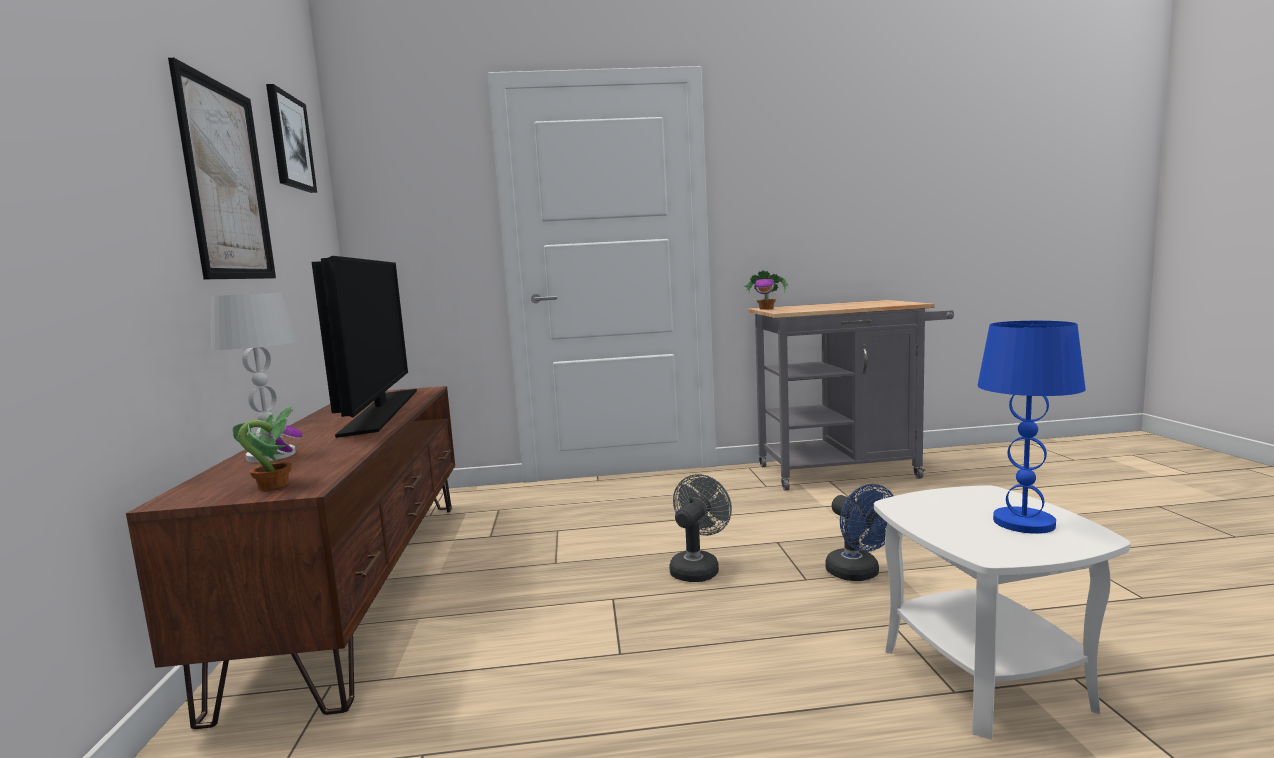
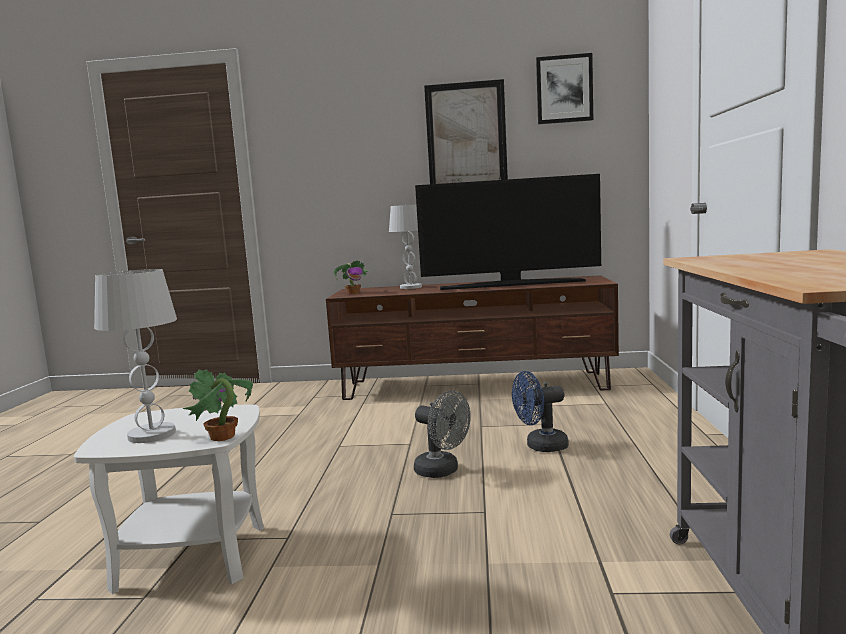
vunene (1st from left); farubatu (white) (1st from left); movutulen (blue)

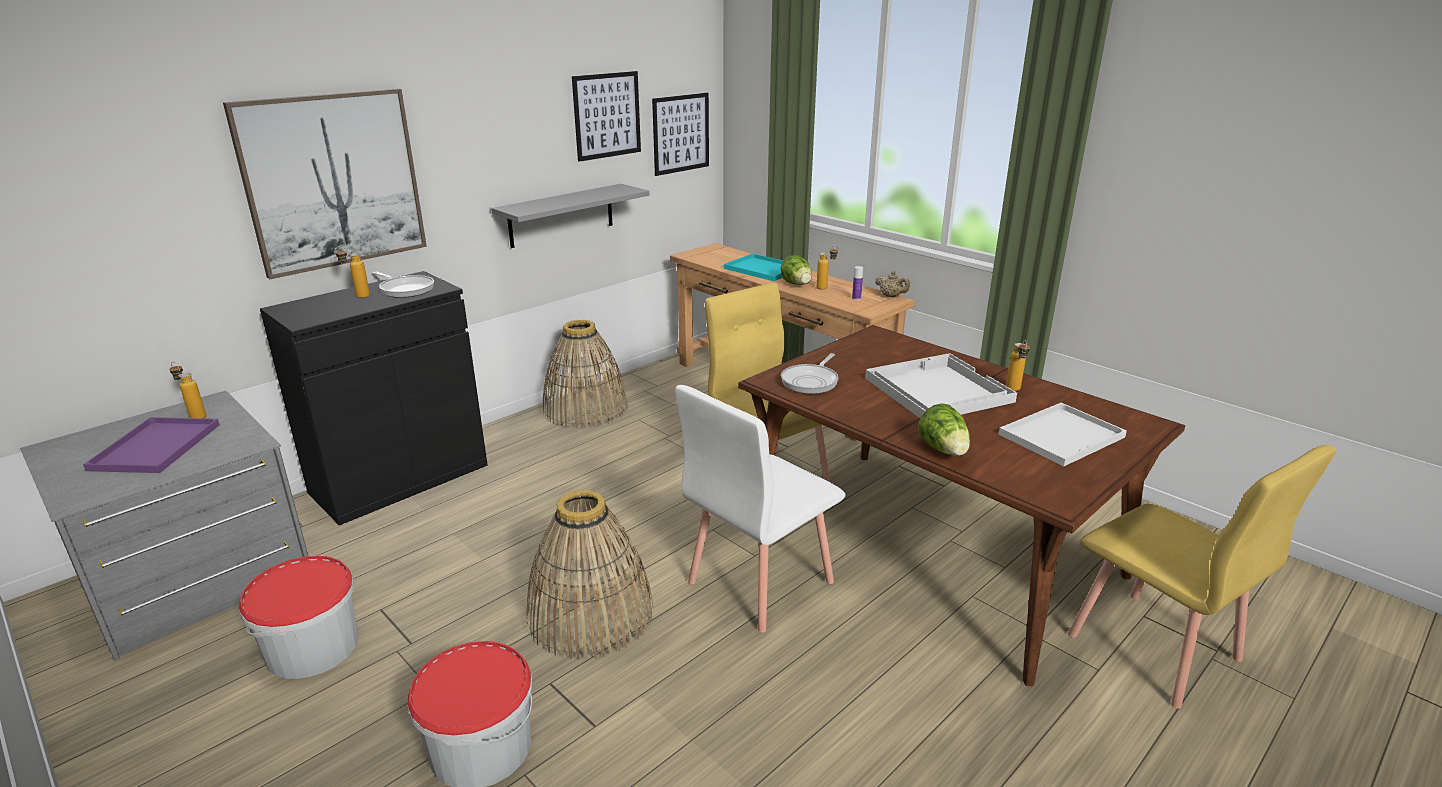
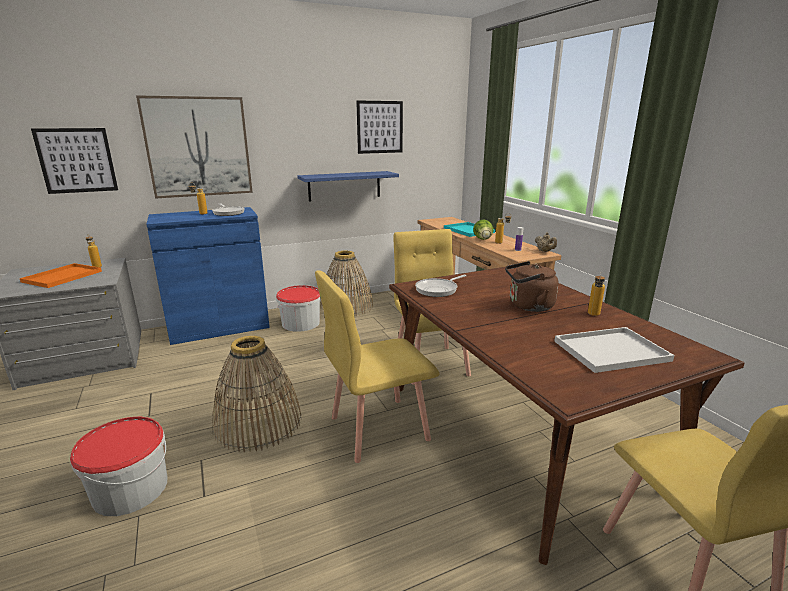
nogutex (1st from left); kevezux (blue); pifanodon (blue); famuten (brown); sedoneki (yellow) (1st from left); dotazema (2nd from left in the first image); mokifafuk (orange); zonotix (2nd from left)

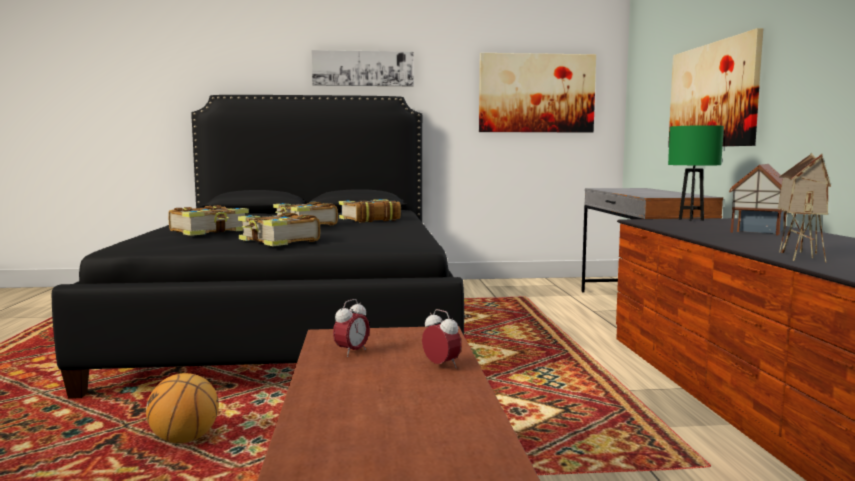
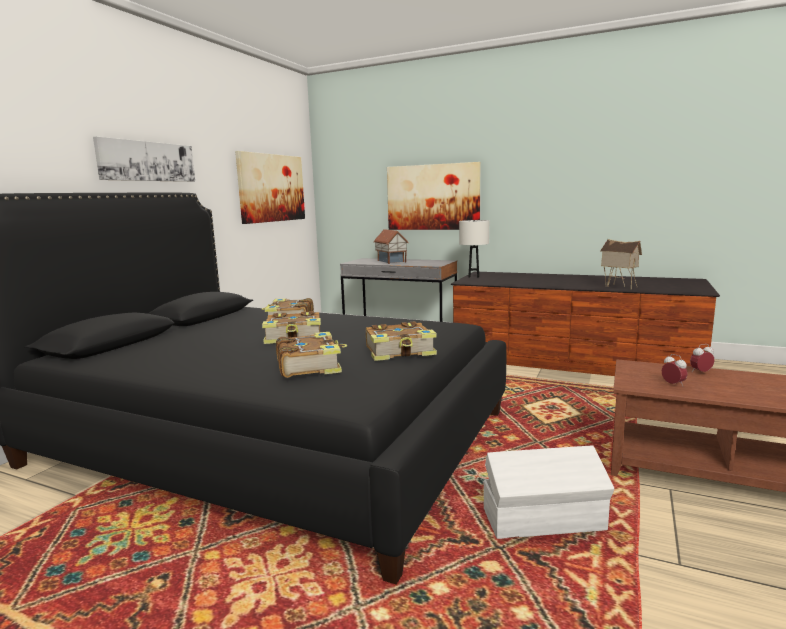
farubatu (white); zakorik (1st from left); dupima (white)

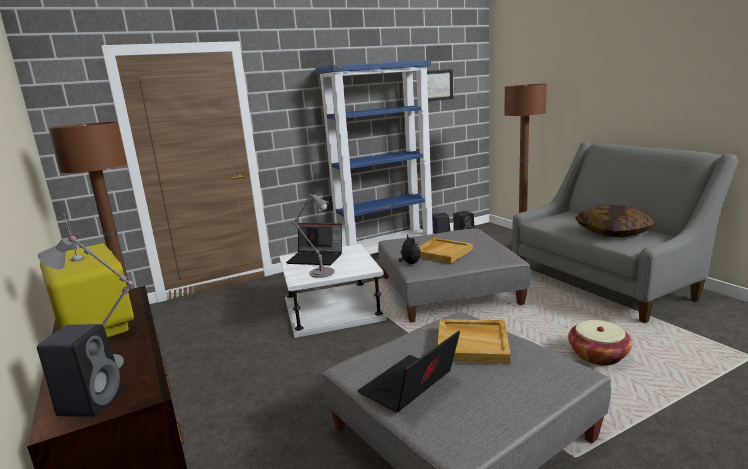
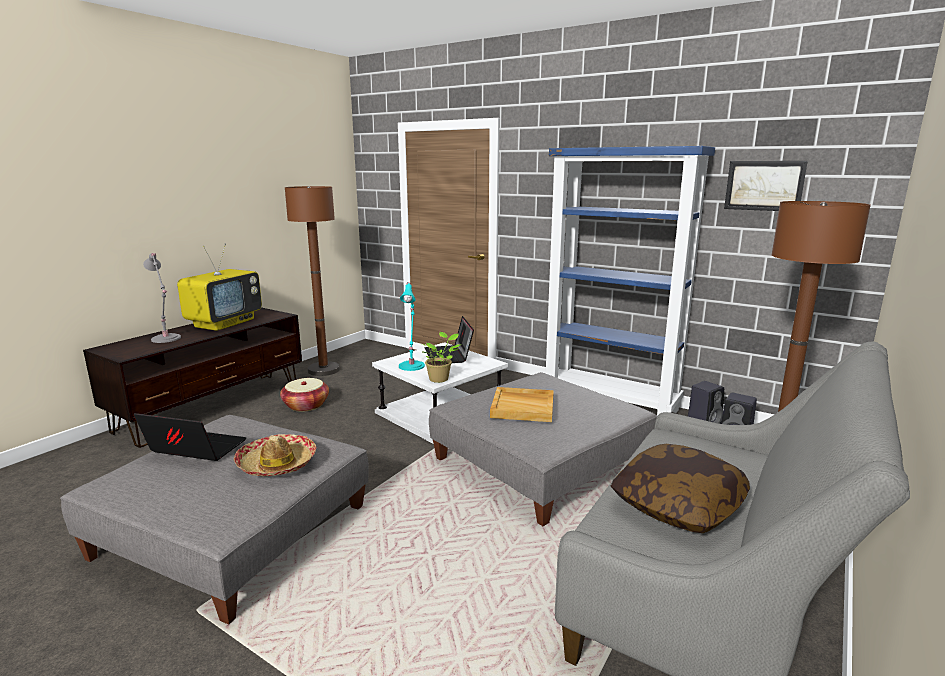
farubatu (turquoise); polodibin; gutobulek; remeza; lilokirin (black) (1st from left in the first image); vunene

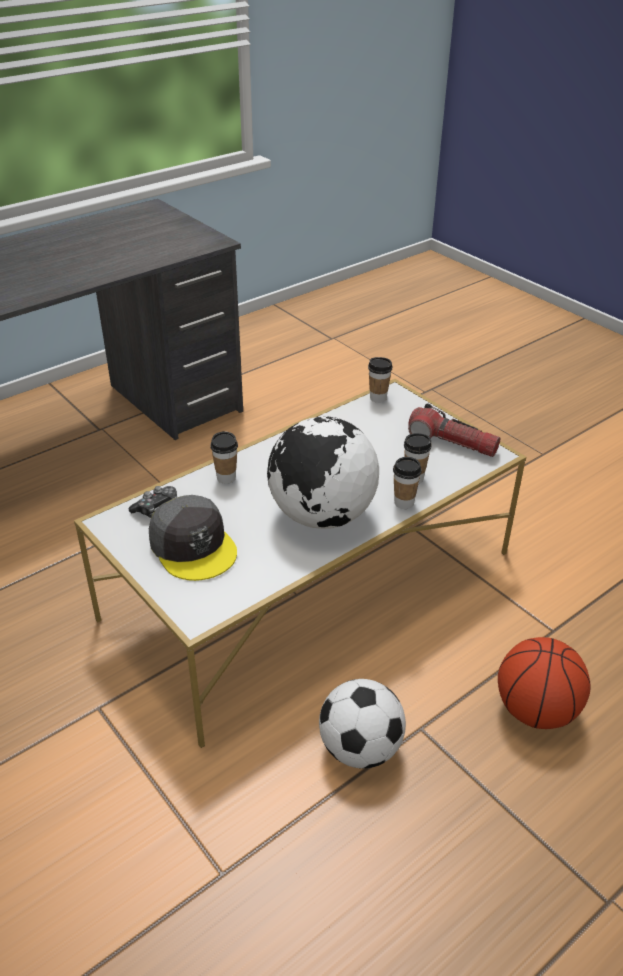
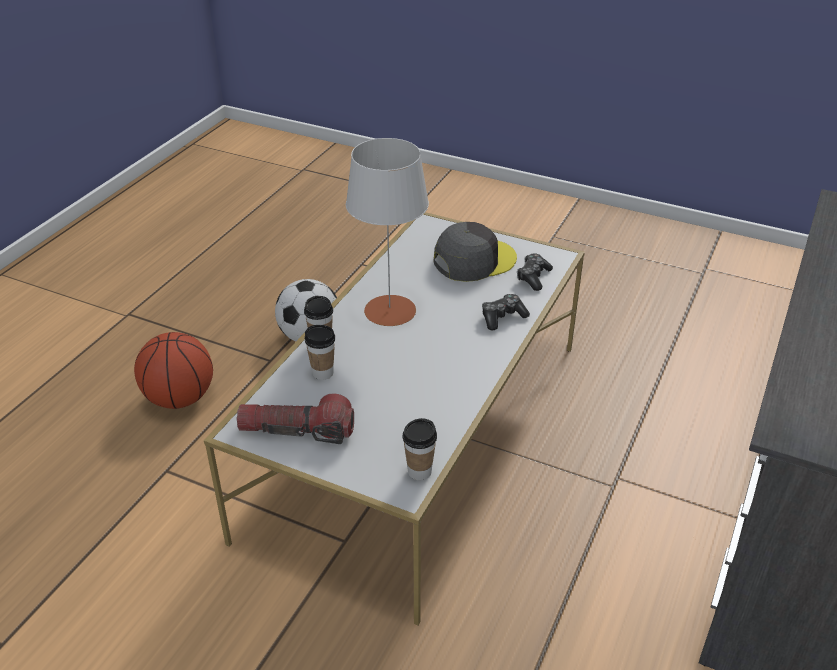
farubatu (grey); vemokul (1st from left); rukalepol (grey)

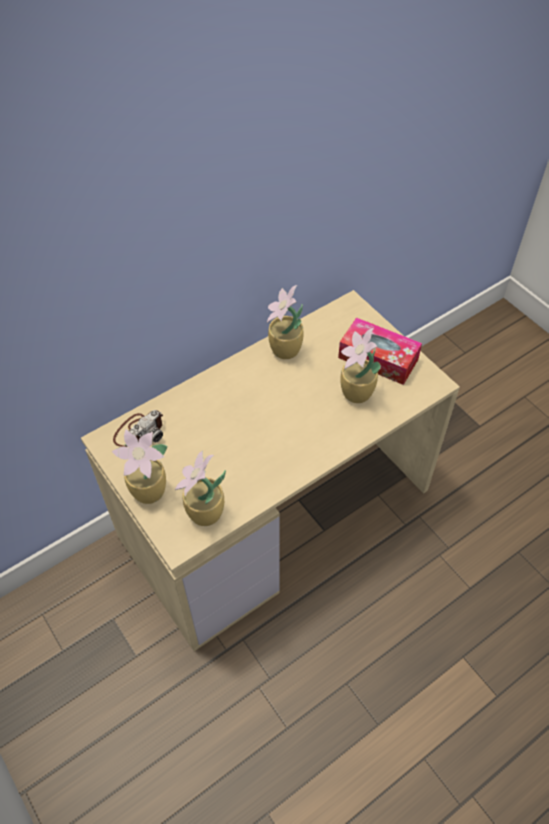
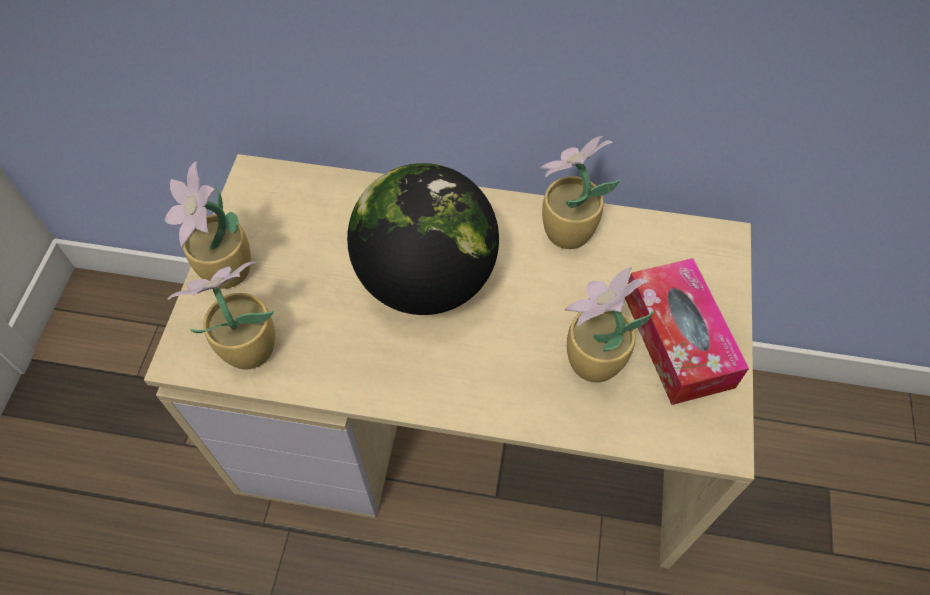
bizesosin; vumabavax

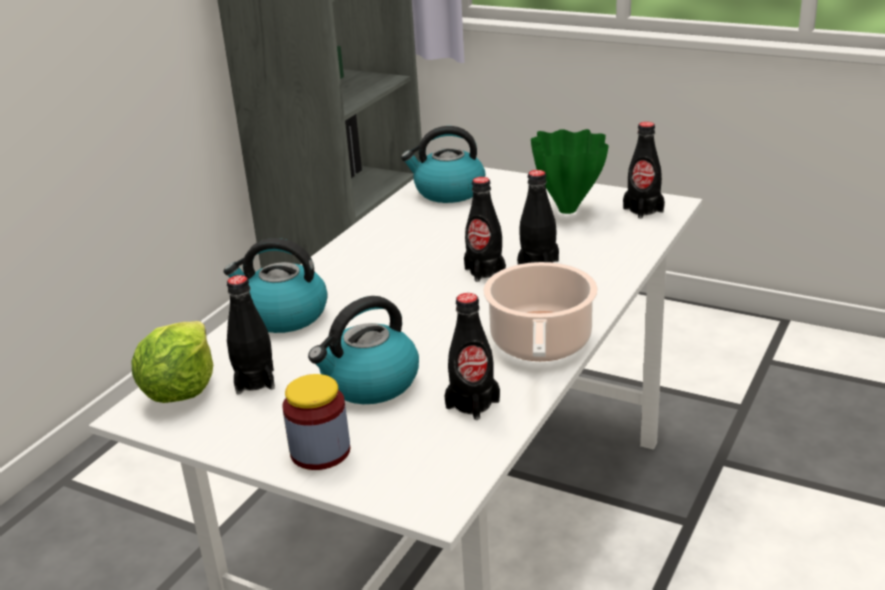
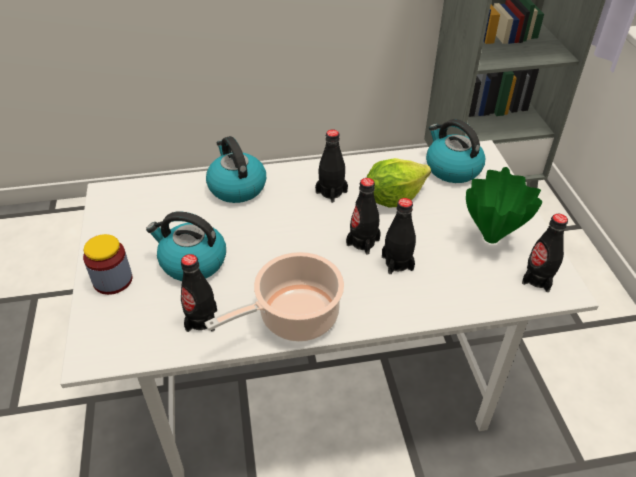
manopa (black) (2nd from left); dotazema

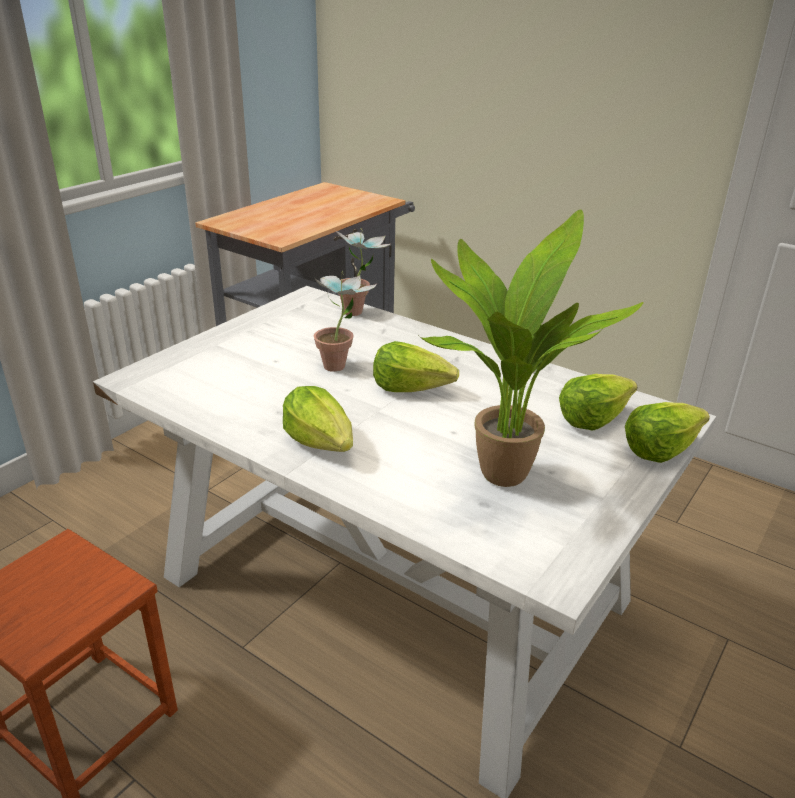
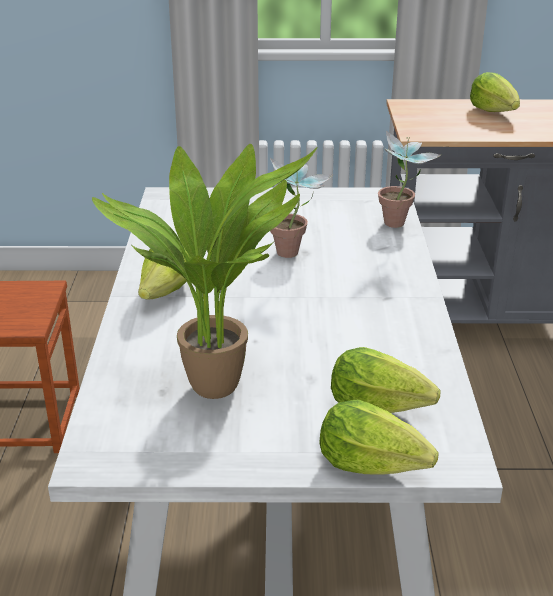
dotazema (4th from left)

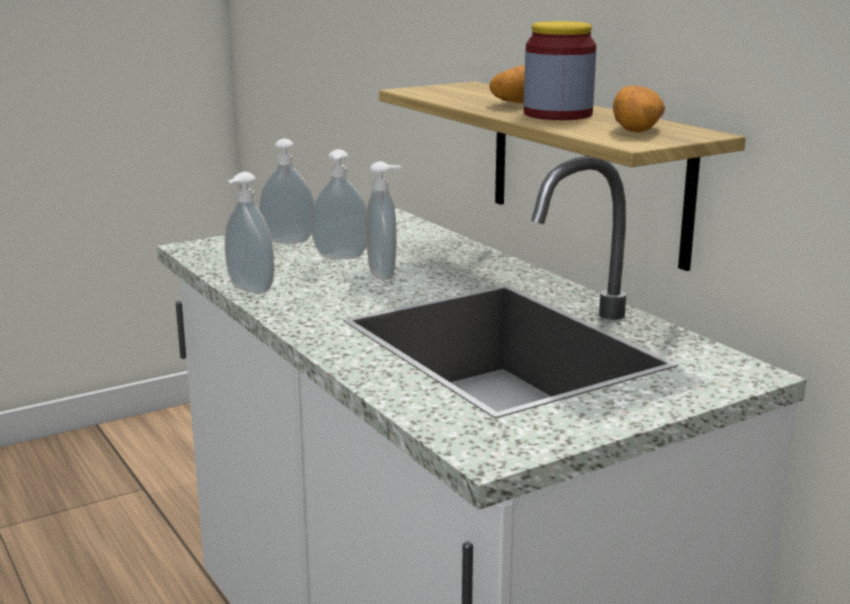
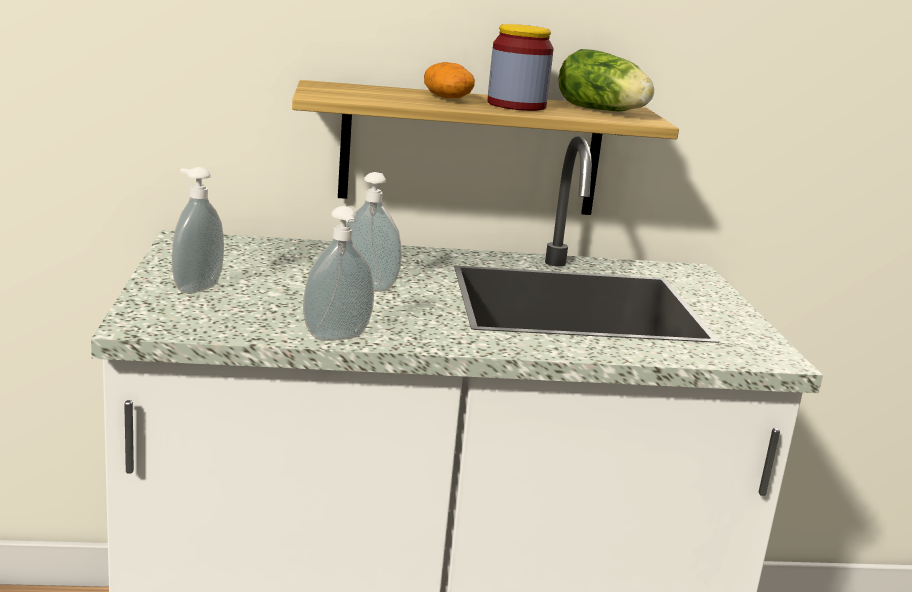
dotazema; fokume (3rd from left in the first image)

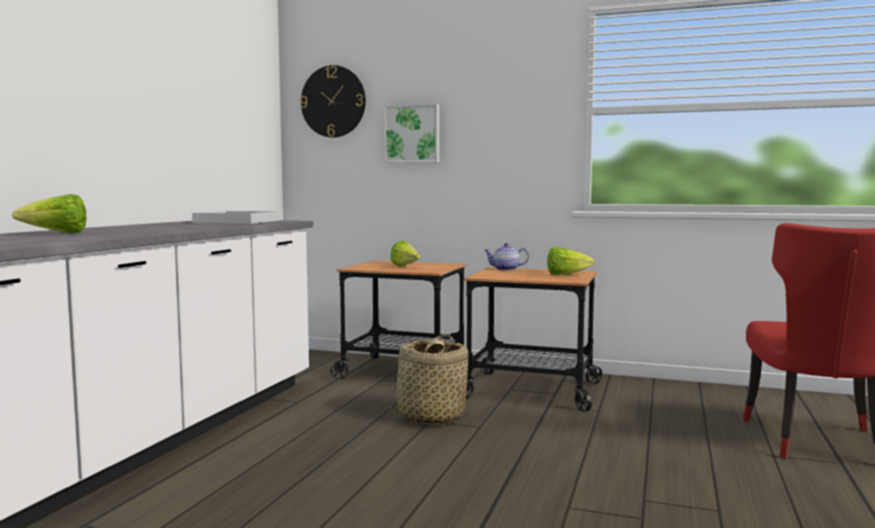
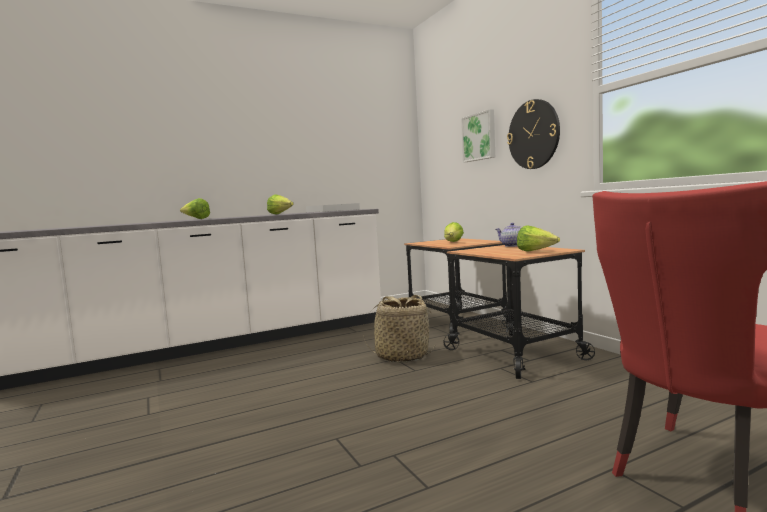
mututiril; dotazema (2nd from left)

